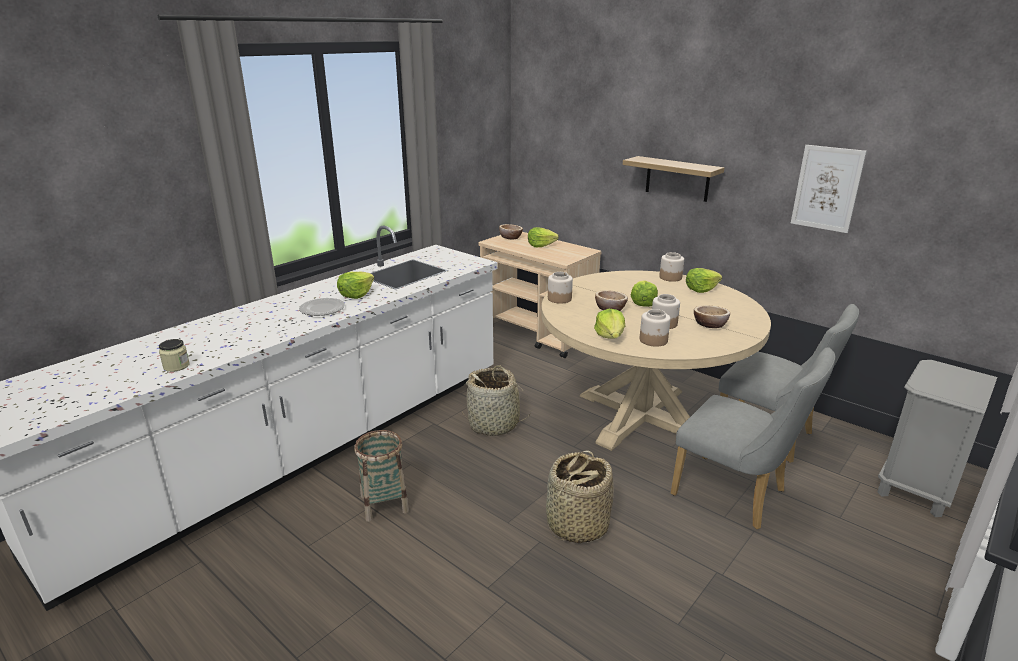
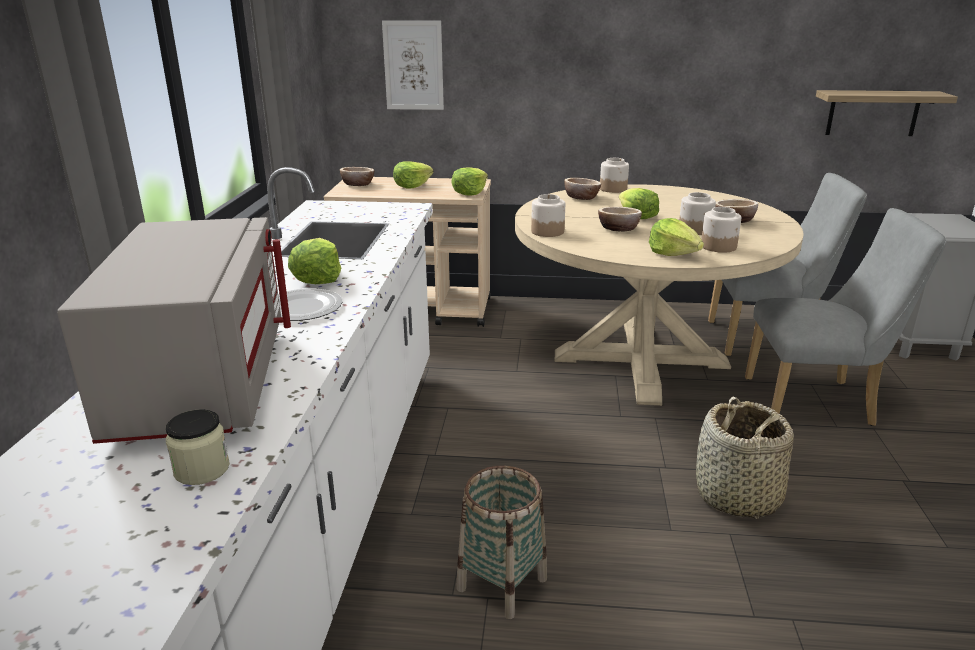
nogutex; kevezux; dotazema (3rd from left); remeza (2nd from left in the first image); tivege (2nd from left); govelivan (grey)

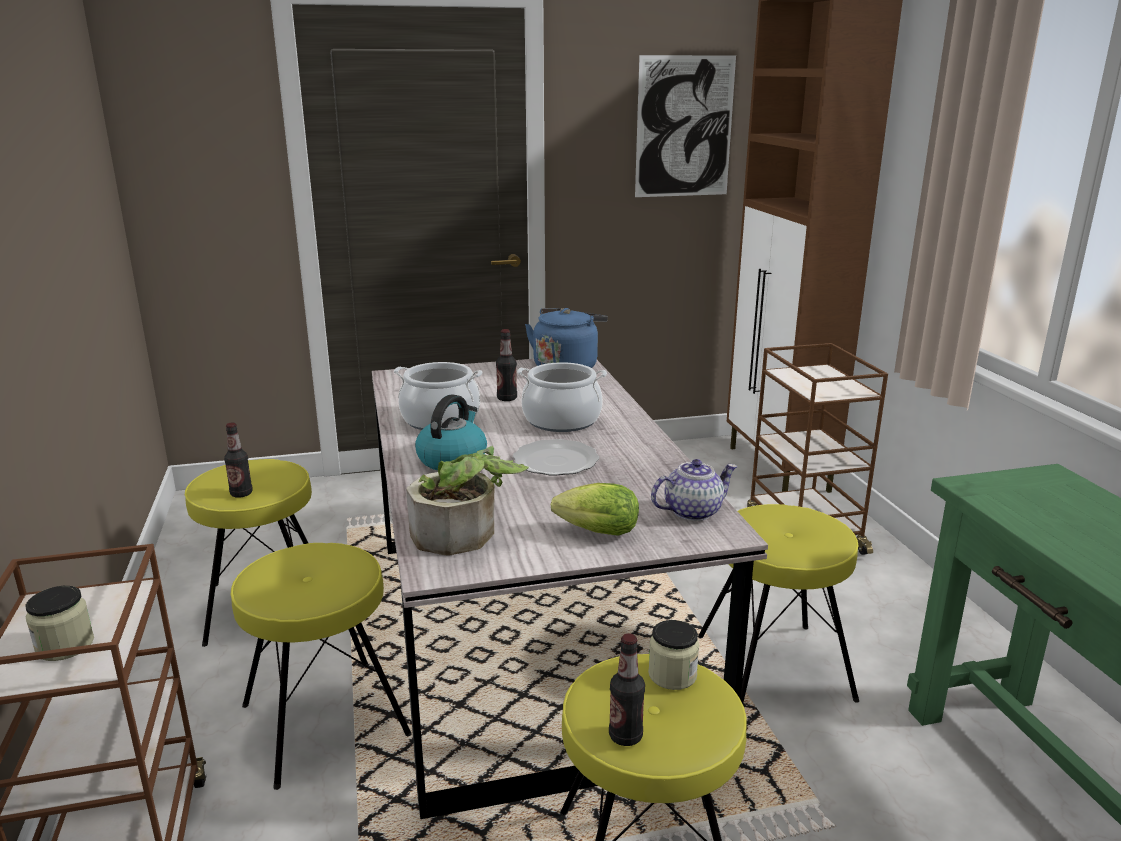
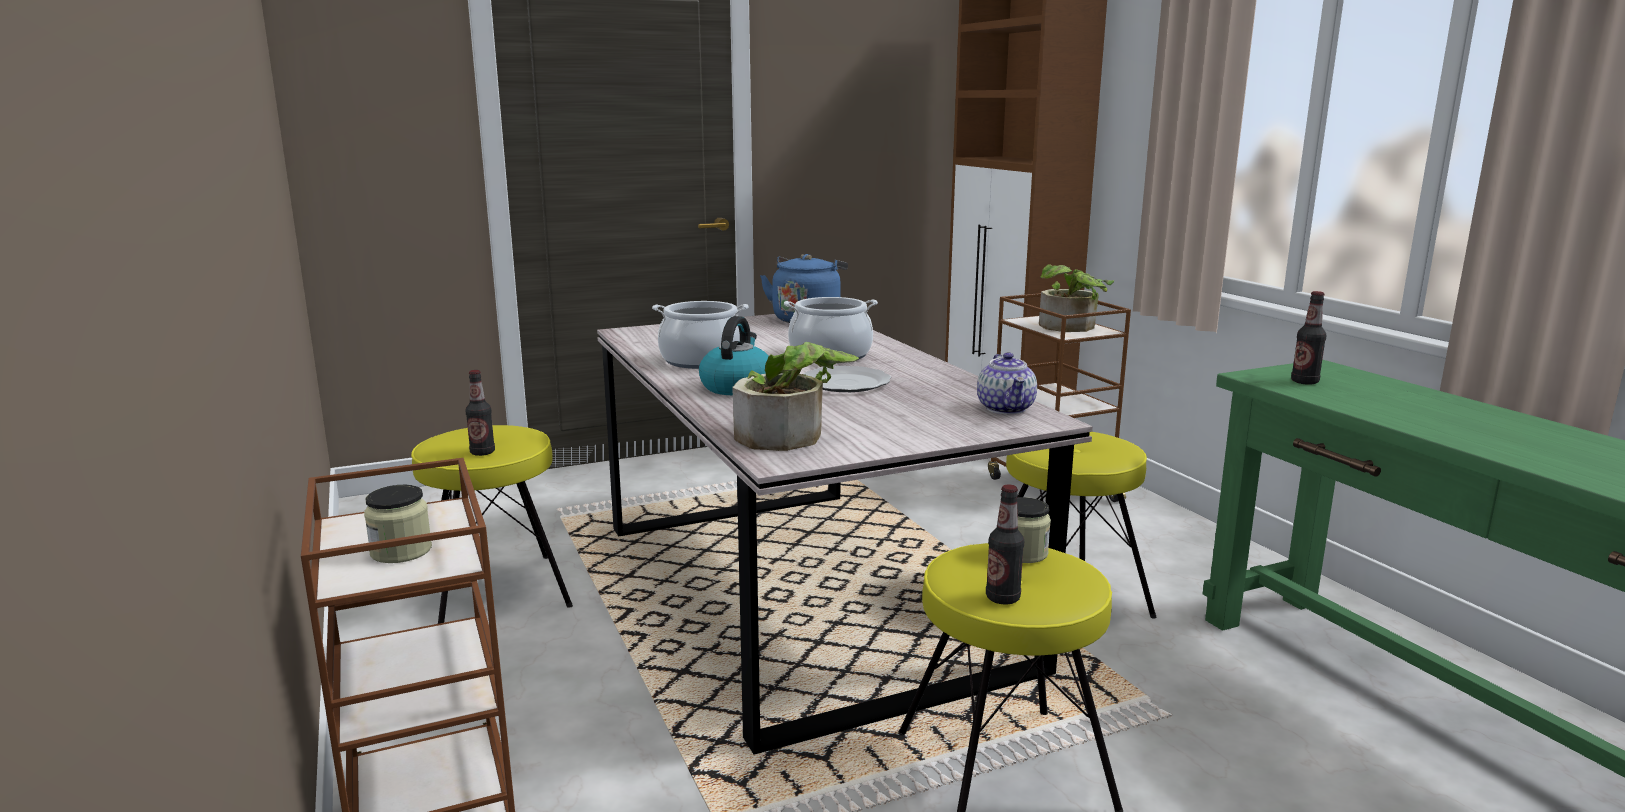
nogutex; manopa (3rd from left); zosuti; dotazema; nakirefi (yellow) (2nd from left in the first image); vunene (2nd from left)

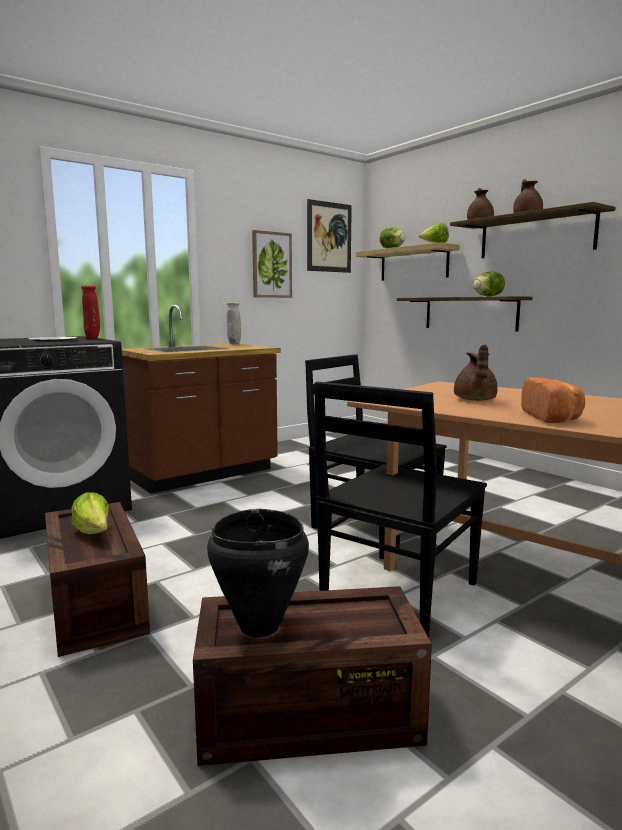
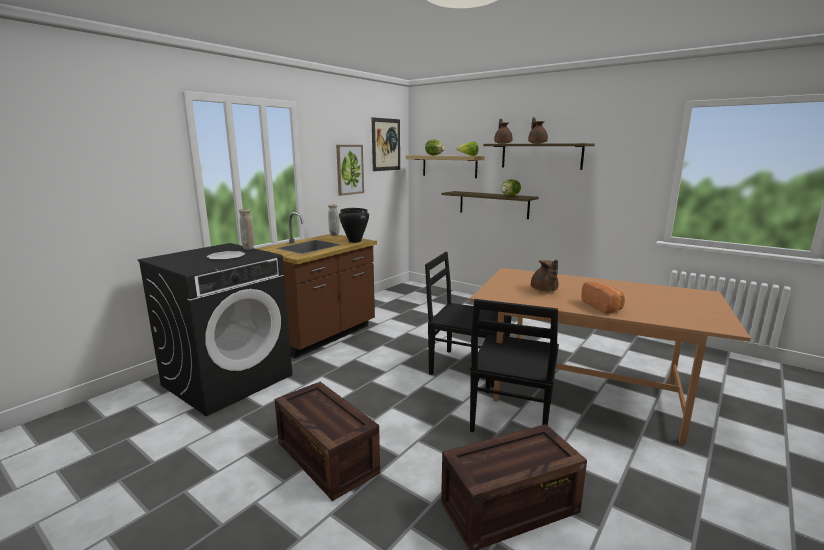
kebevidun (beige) (1st from left); dotazema (1st from left in the first image); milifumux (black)

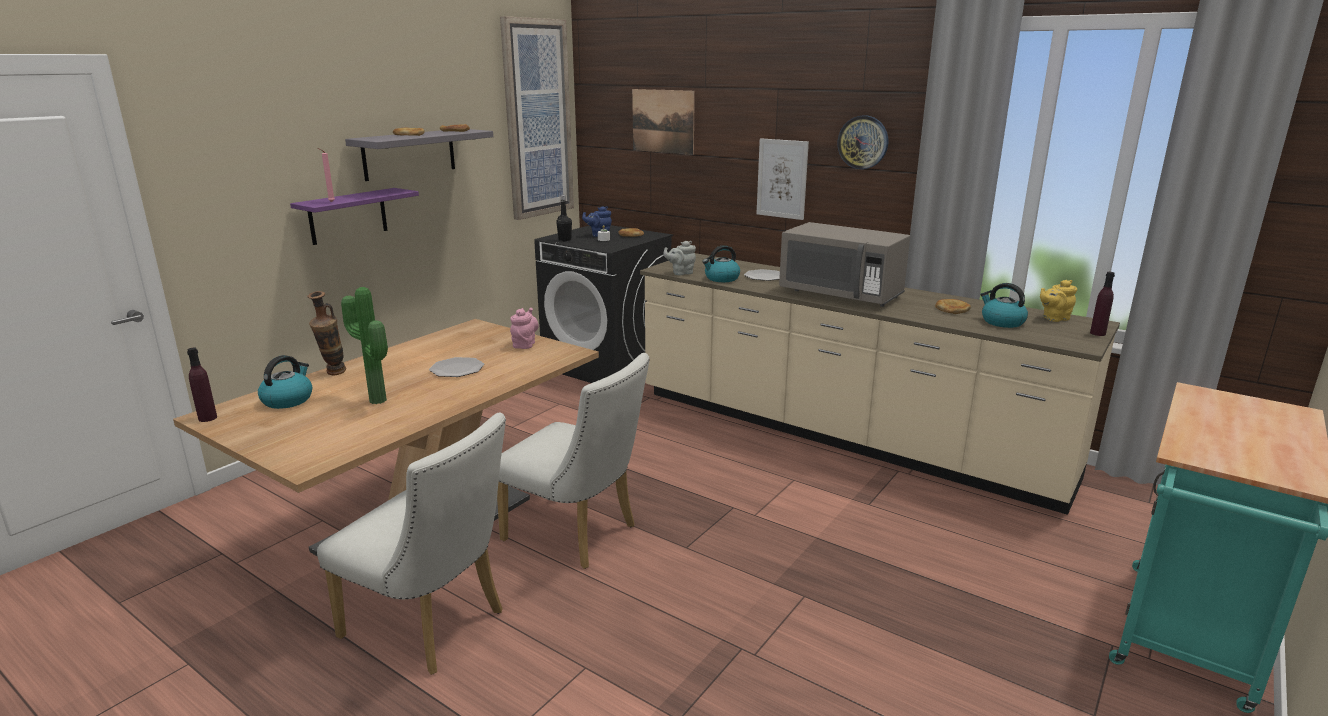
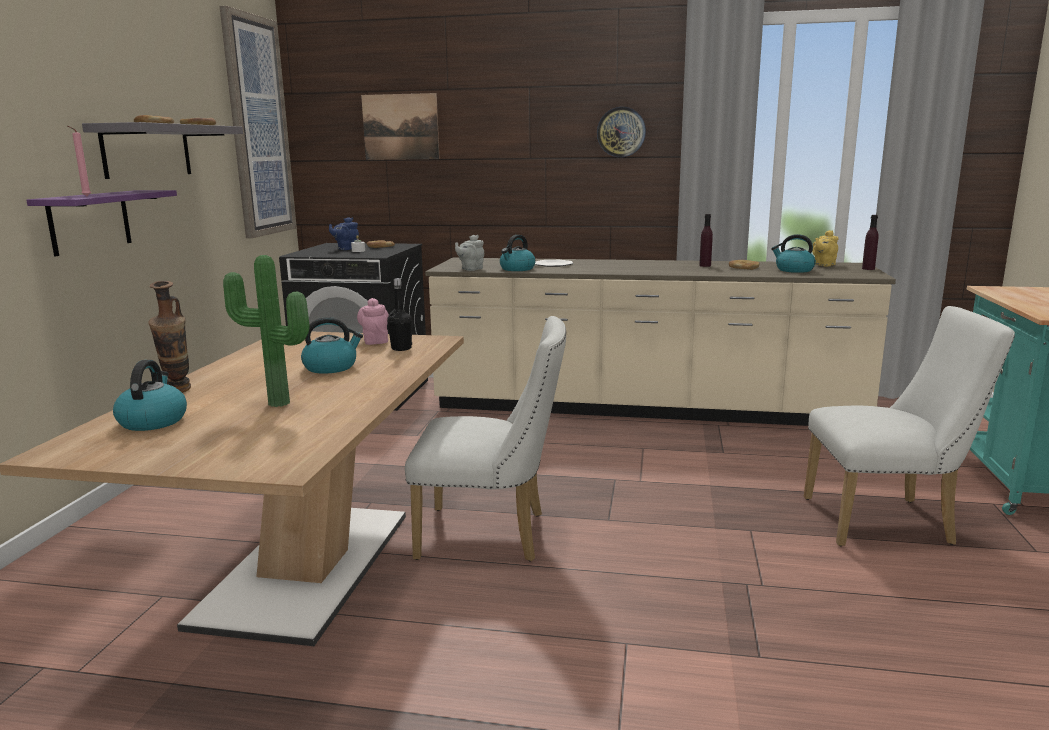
nogutex (3rd from left in the first image); manopa (black); govelivan (grey); manopa (purple) (1st from left); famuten (2nd from left); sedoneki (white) (2nd from left)

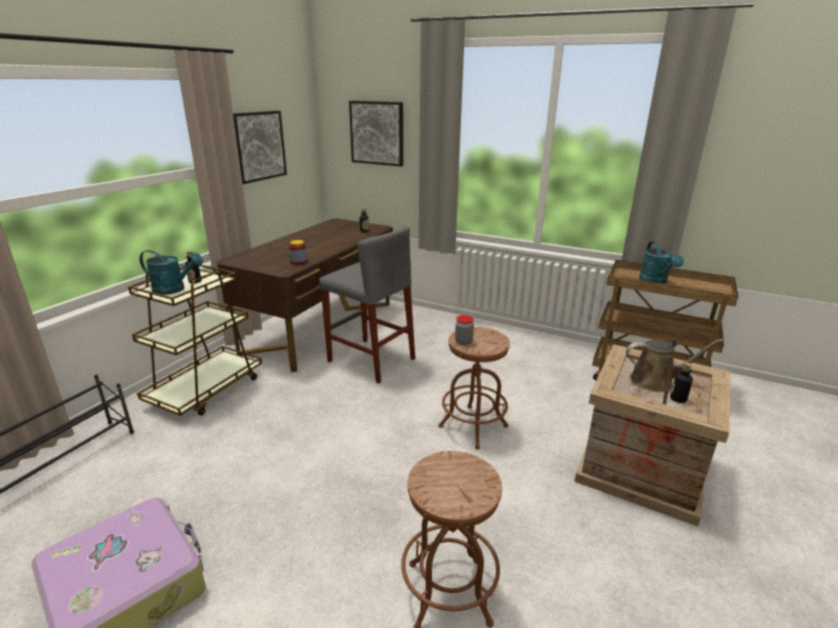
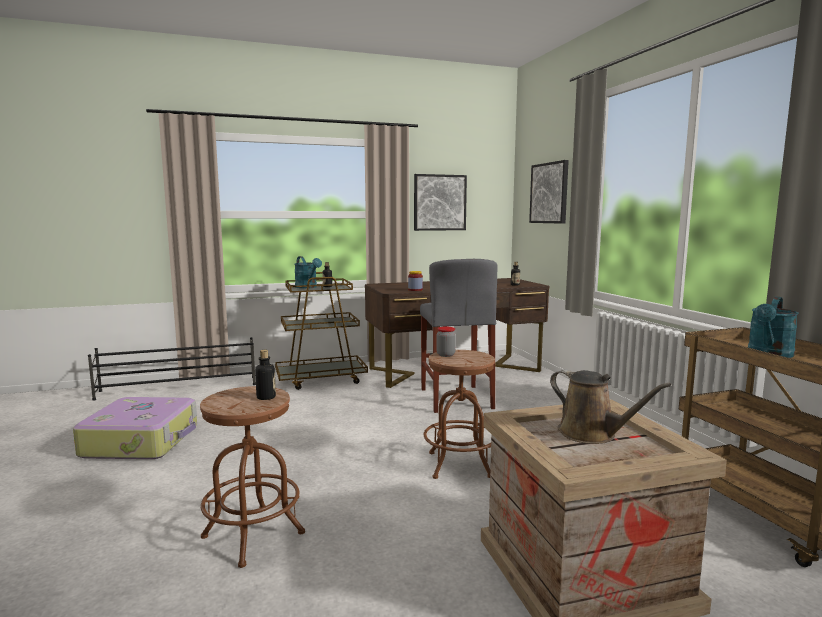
manopa (1st from left)

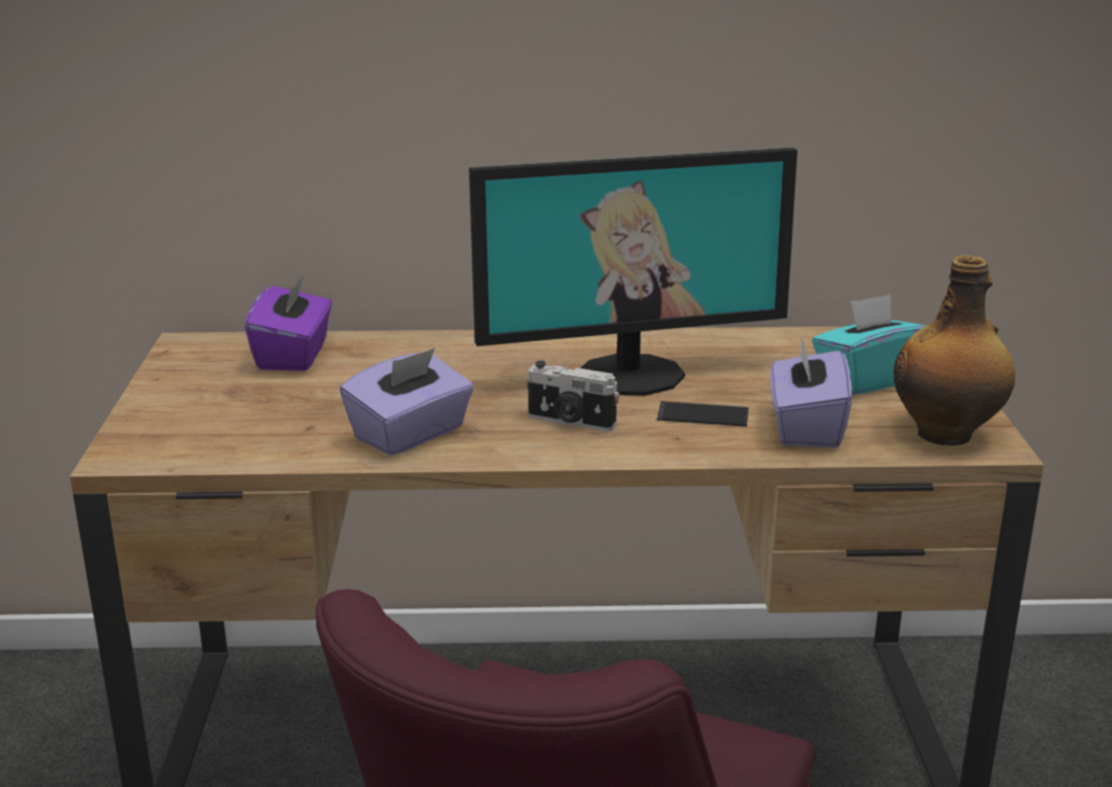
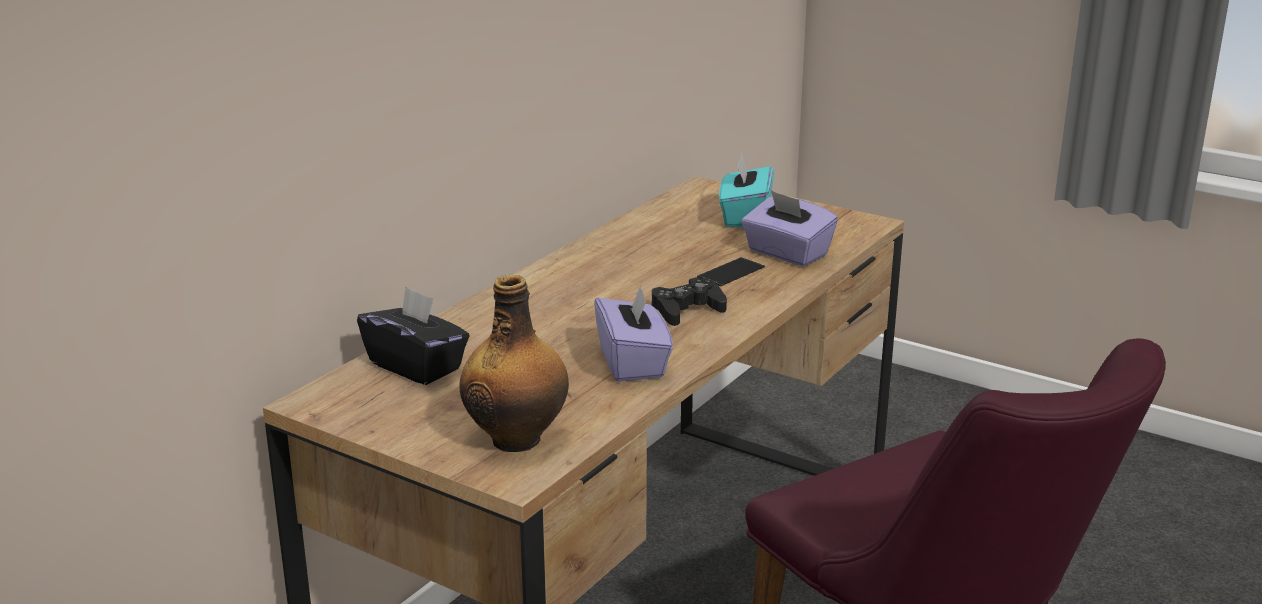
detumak; manopa; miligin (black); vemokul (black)

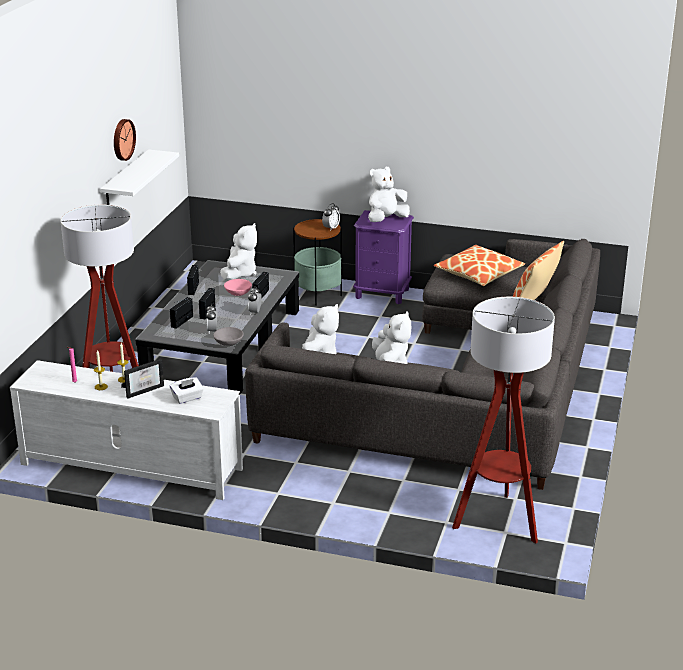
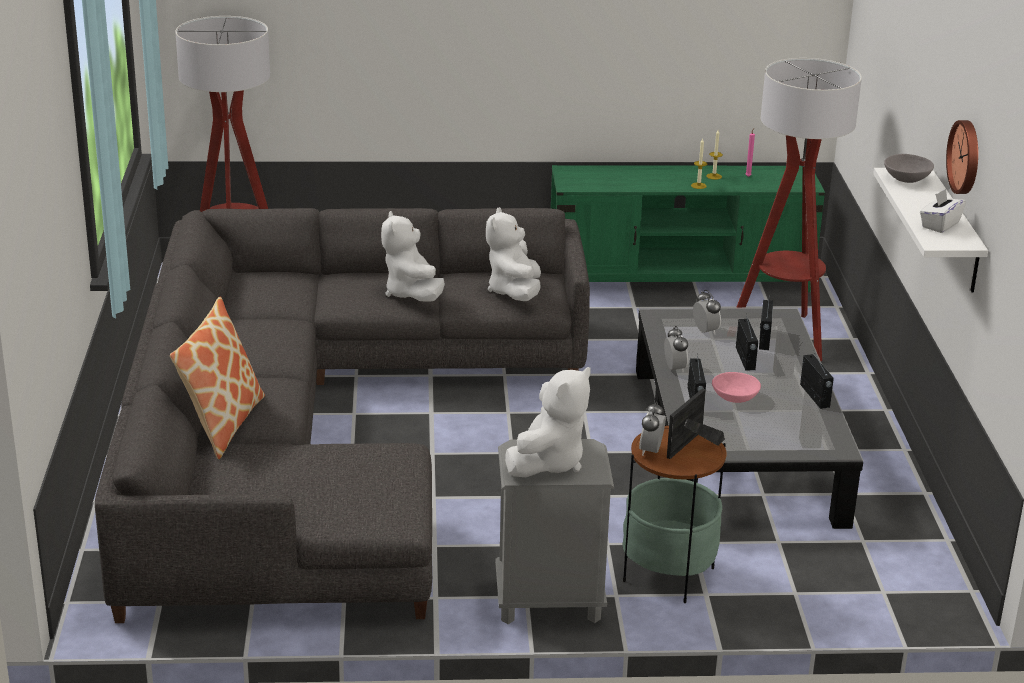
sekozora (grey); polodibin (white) (1st from left in the first image); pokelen (1st from left in the first image); tivege (grey); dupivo; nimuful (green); miligin (white)

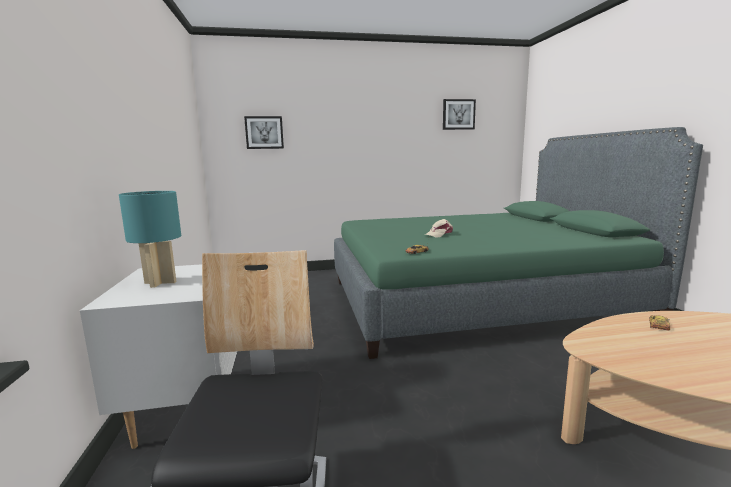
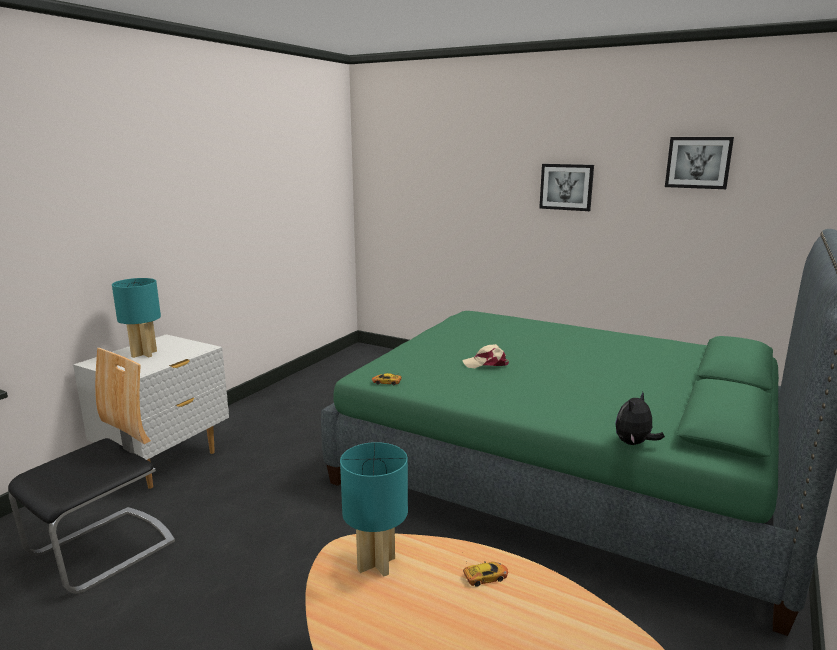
nogutex (1st from left); polodibin; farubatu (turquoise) (2nd from left)

